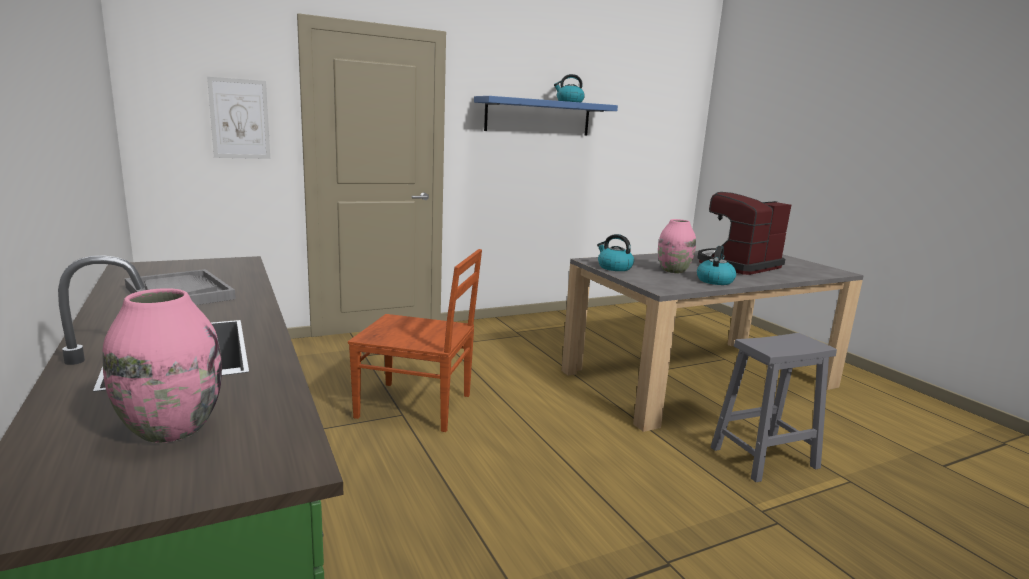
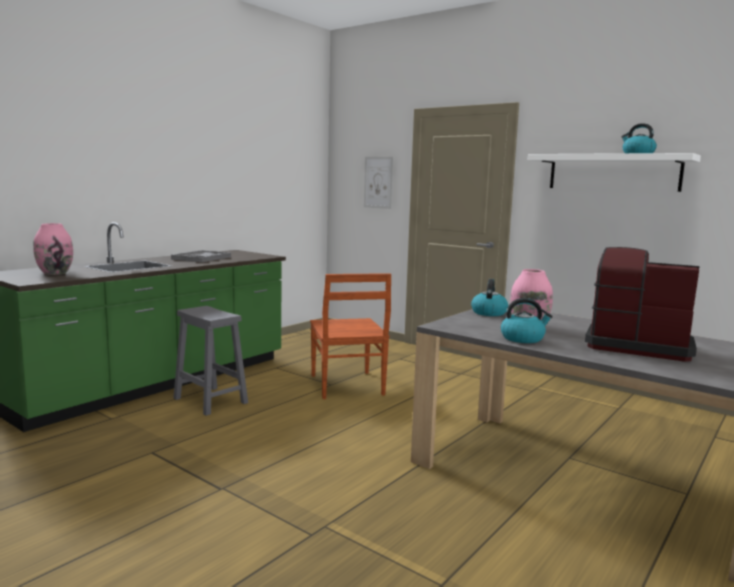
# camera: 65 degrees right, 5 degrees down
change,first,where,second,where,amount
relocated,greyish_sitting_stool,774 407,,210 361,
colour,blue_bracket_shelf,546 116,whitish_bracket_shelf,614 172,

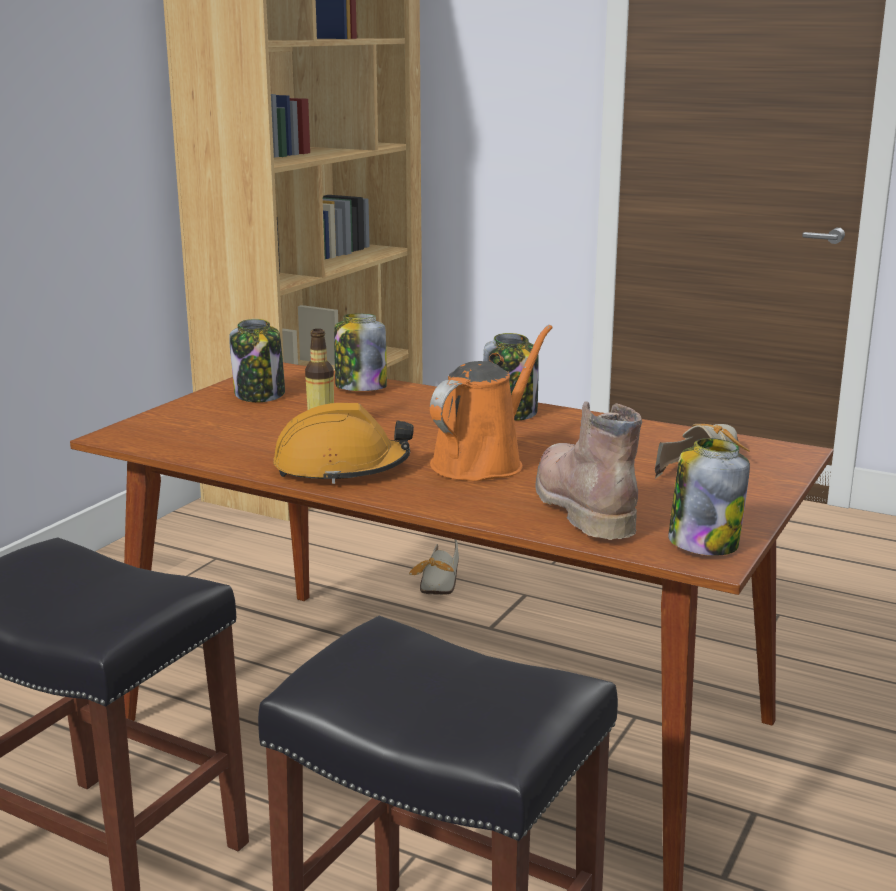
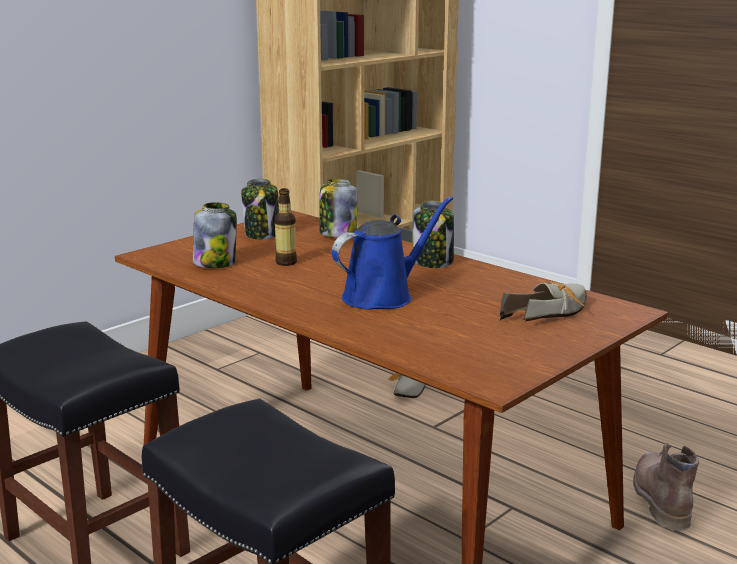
# camera: 15 degrees right, 0 degrees up
change,first,where,second,where,amount
relocated,storage_jar,709 497,,215 235,
colour,orange_watering_can,491 403,blue_watering_can,392 253,
relocated,brown_tall_boot,589 470,,666 487,
missing,orange_work_helmet,343 443,,,

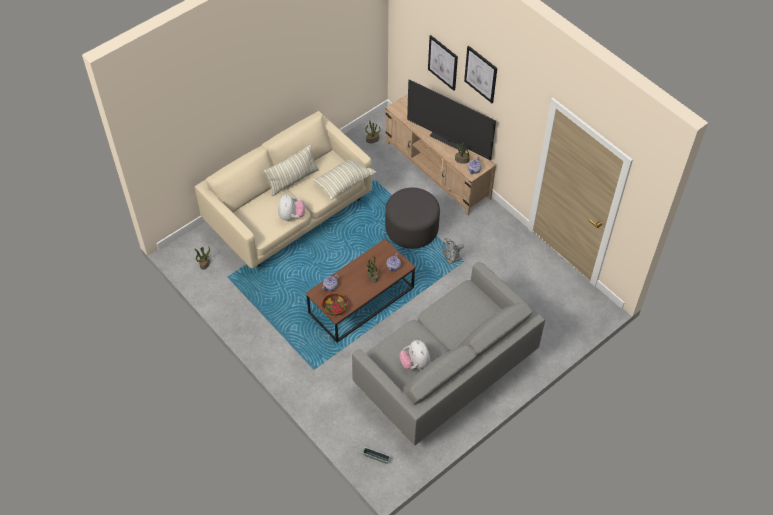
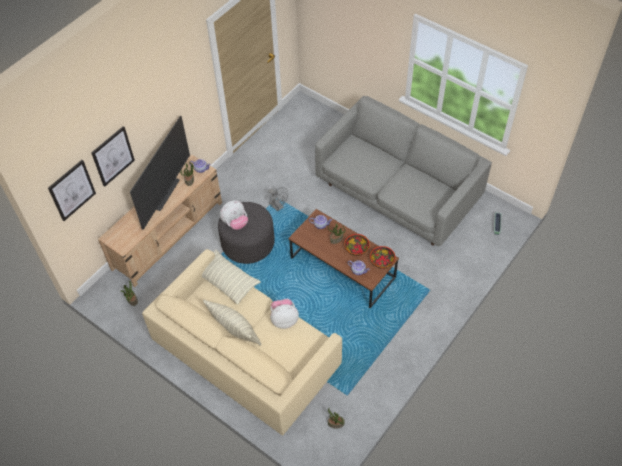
# camera: 100 degrees left, 0 degrees up
change,first,where,second,where,amount
relocated,wall_art,480 74,,72 190,
relocated,soft_toy,414 354,,234 215,
appeared,,,serving_bowl,357 245,

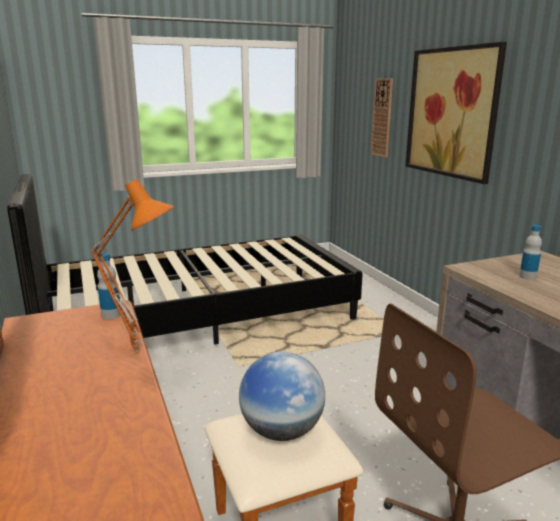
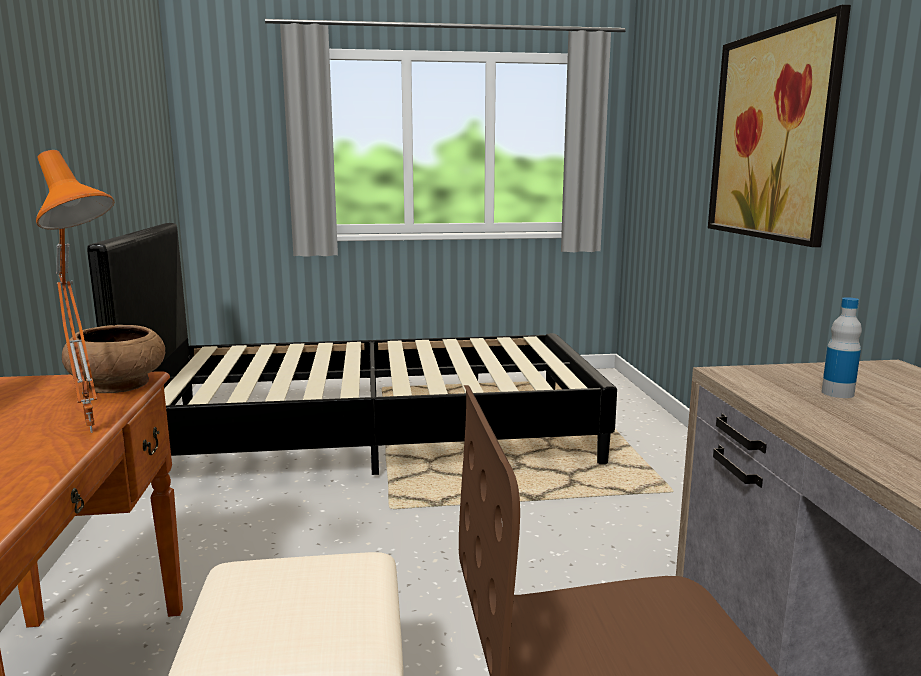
# camera: 15 degrees right, 5 degrees down
change,first,where,second,where,amount
exchanged,bottle,109 286,brown_serving_bowl,113 359,
missing,desk_globe,282 396,,,
missing,hanging_clock,382 118,,,

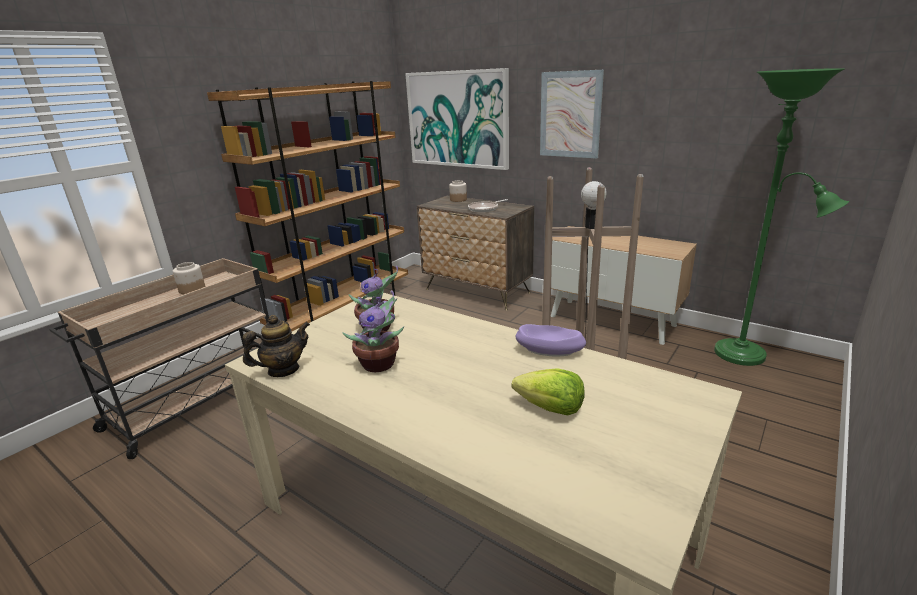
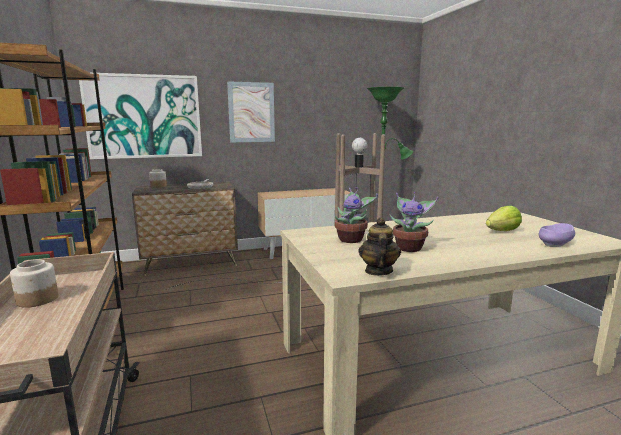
# camera: 55 degrees left, 10 degrees down
change,first,where,second,where,amount
relocated,purple_serving_bowl,551 340,,557 235,

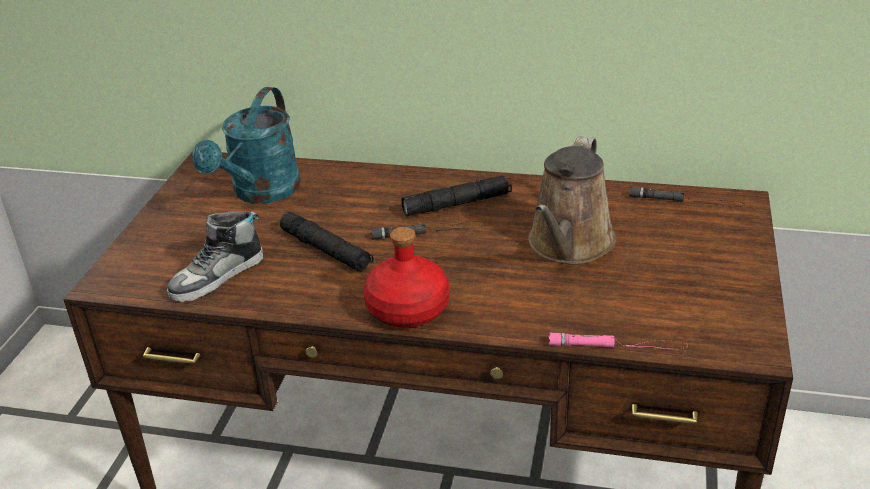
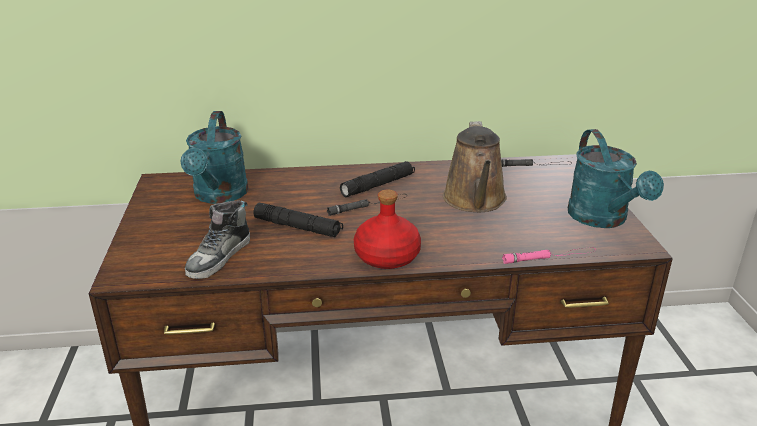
# camera: 20 degrees left, 5 degrees down
change,first,where,second,where,amount
appeared,,,turquoise-coloured_watering_can,616 178,

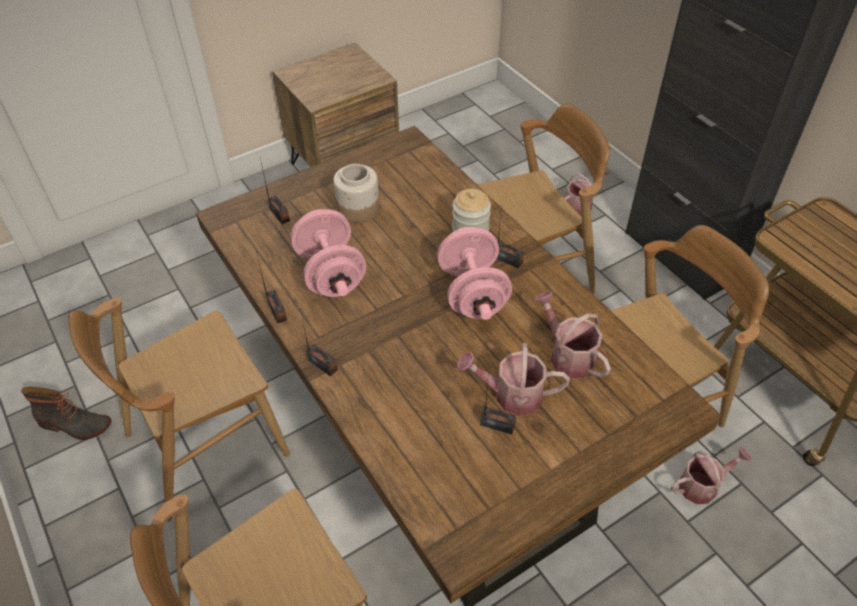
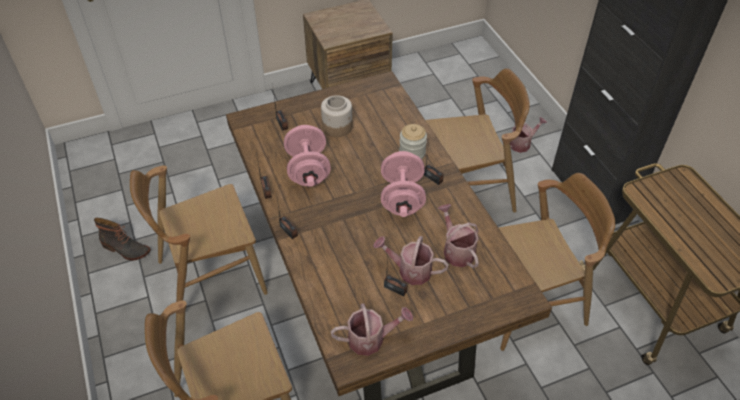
# camera: 10 degrees right, 0 degrees up
change,first,where,second,where,amount
relocated,watering_can,711 475,,372 329,

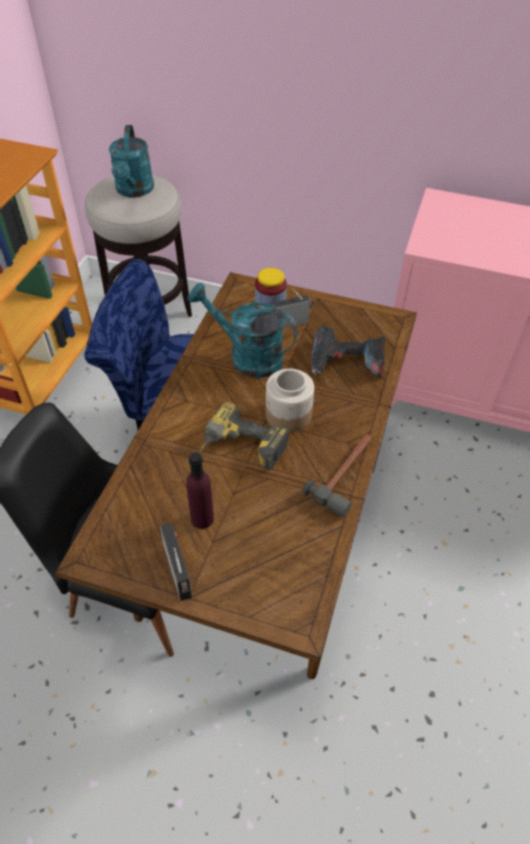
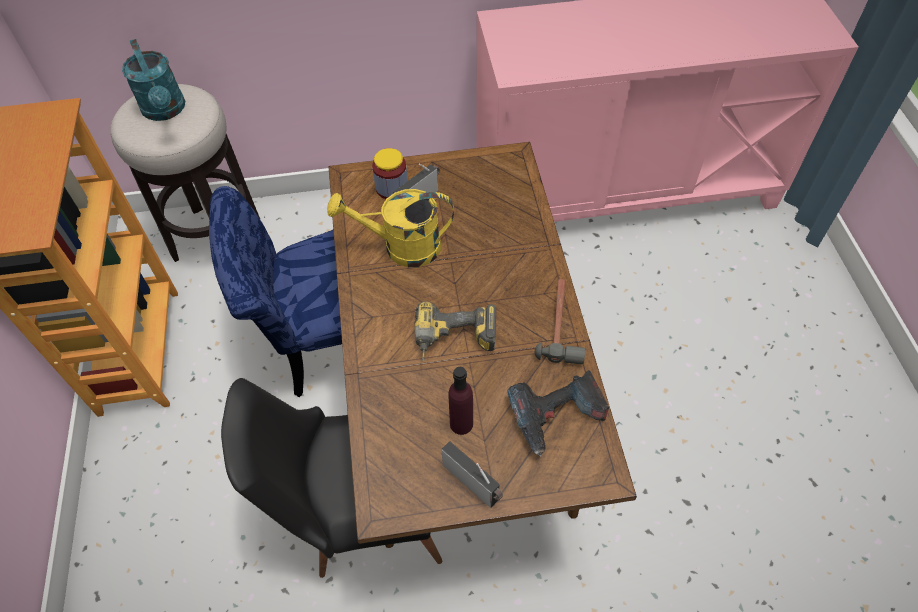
# camera: 25 degrees left, 5 degrees up
change,first,where,second,where,amount
colour,turquoise-coloured_watering_can,243 330,yellowish_watering_can,390 228,
relocated,drill,348 352,,558 413,
missing,storage_jar,290 401,,,

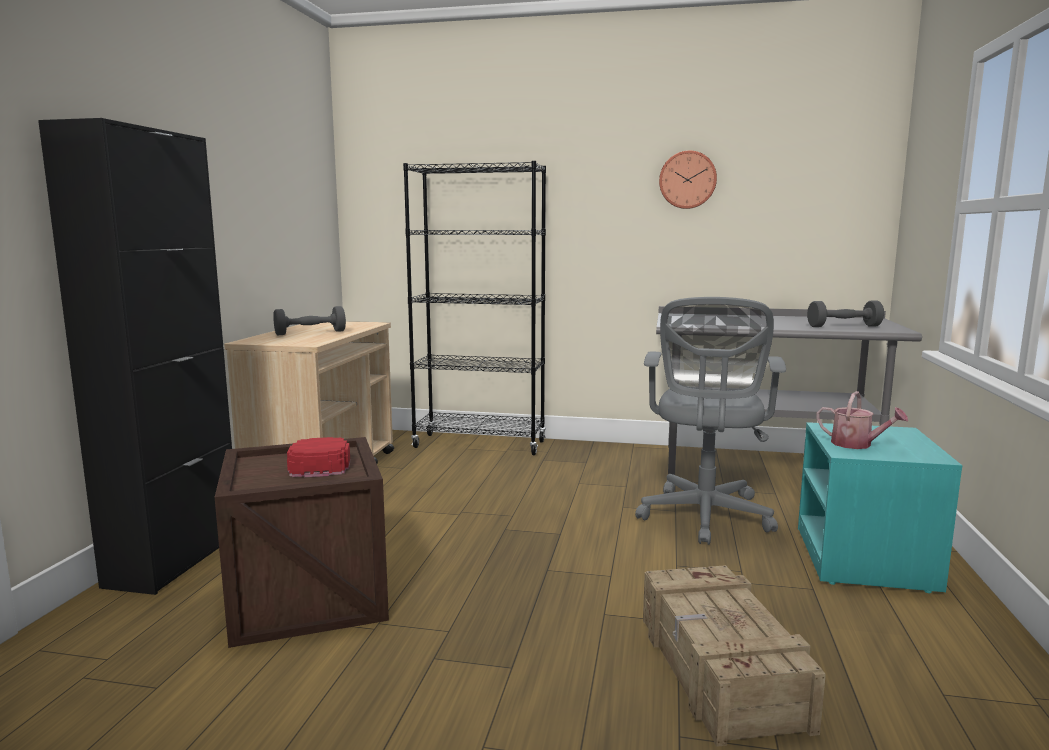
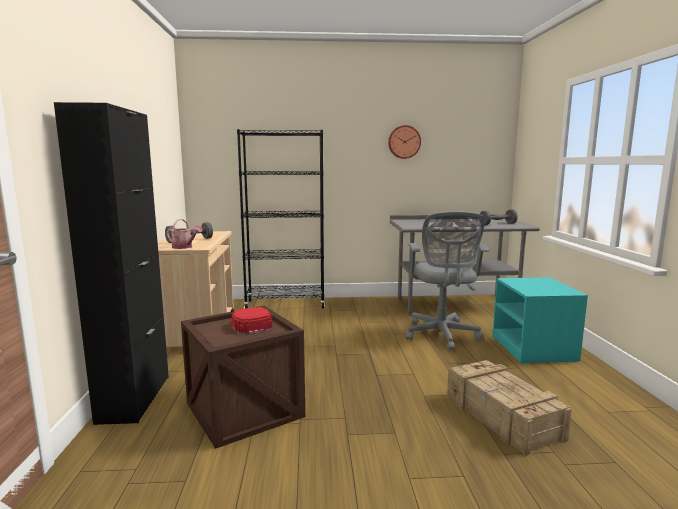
# camera: 15 degrees left, 0 degrees up
change,first,where,second,where,amount
relocated,watering_can,862 420,,185 234,

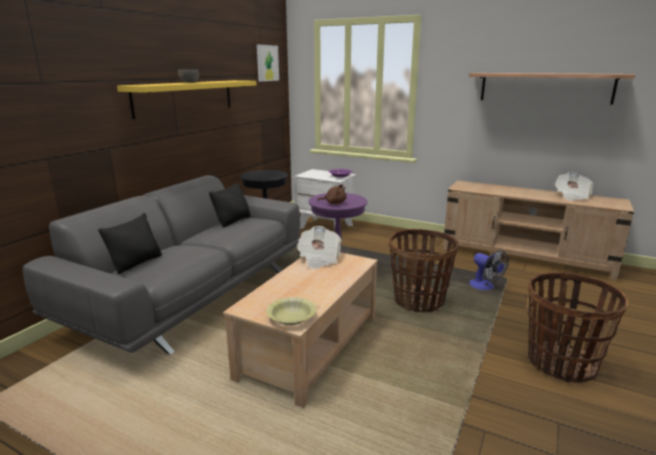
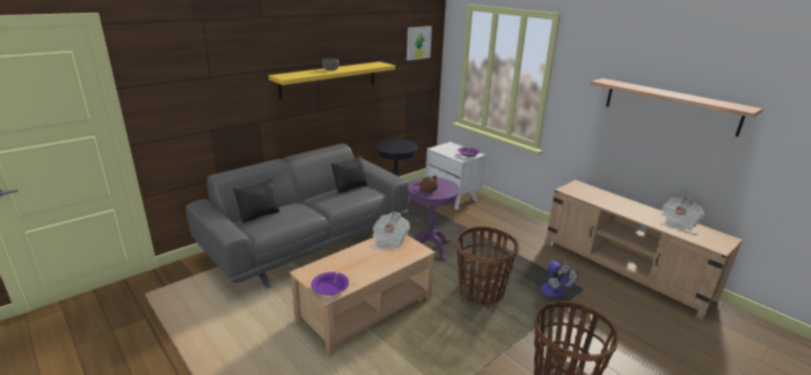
# camera: 20 degrees right, 5 degrees up
change,first,where,second,where,amount
colour,yellowish_serving_bowl,291 311,purple_serving_bowl,330 284,

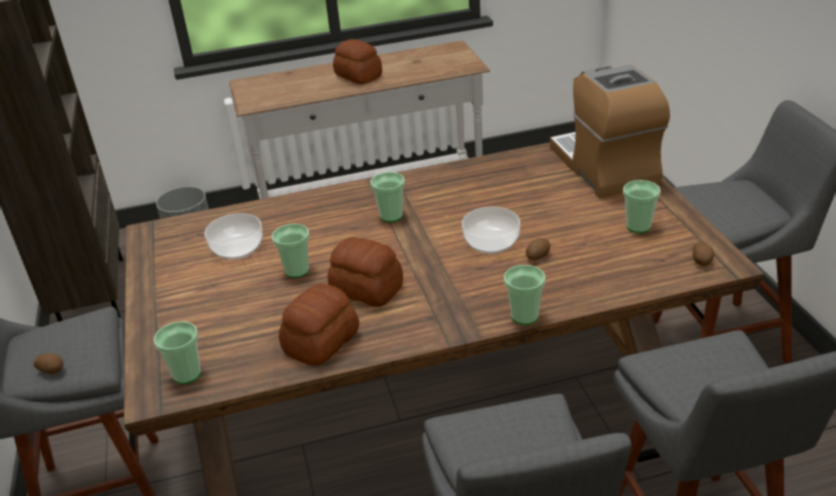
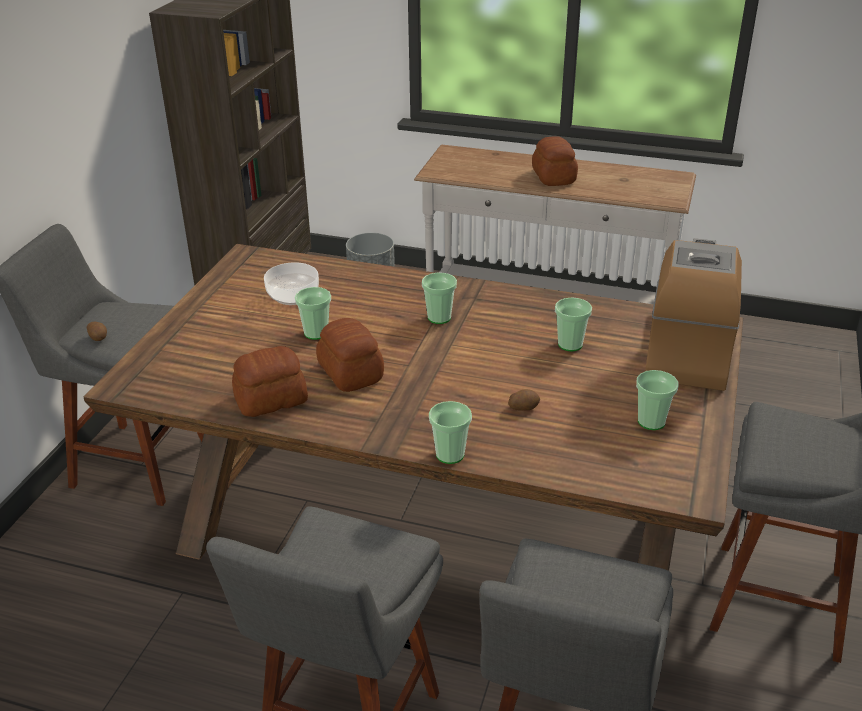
# camera: 30 degrees right, 0 degrees up
change,first,where,second,where,amount
relocated,cup,177 353,,573 324,
missing,serving_bowl,491 230,,,
missing,spud,703 254,,,

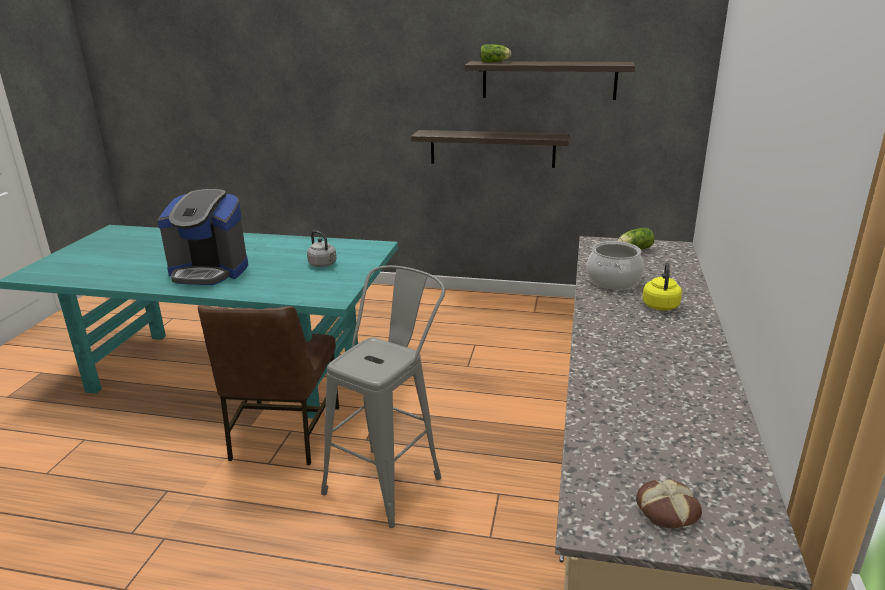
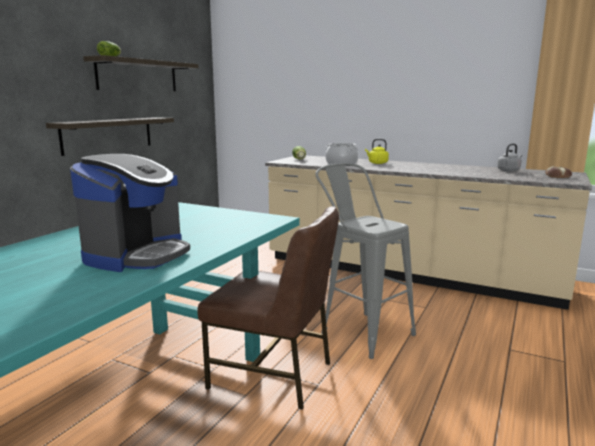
# camera: 75 degrees left, 10 degrees down
change,first,where,second,where,amount
relocated,greyish_kettle,321 248,,509 158,

